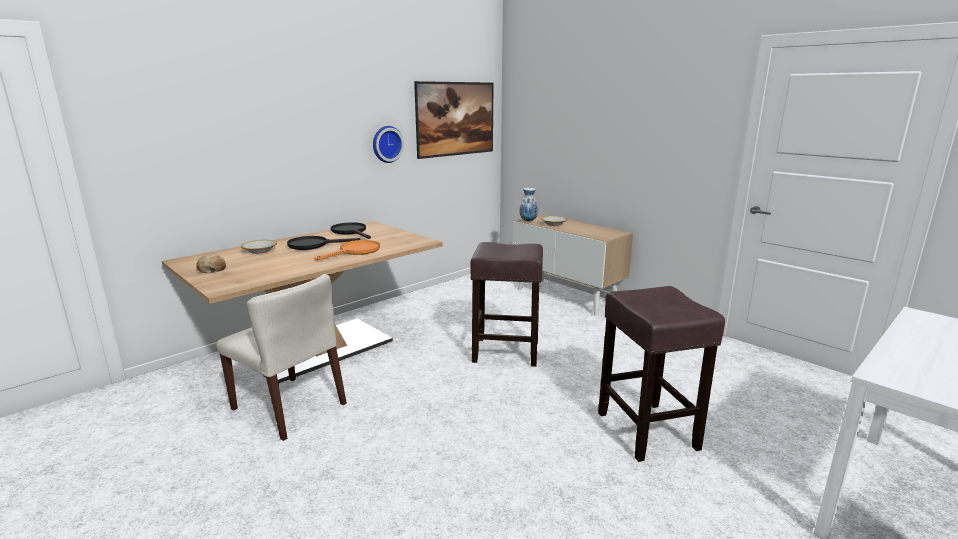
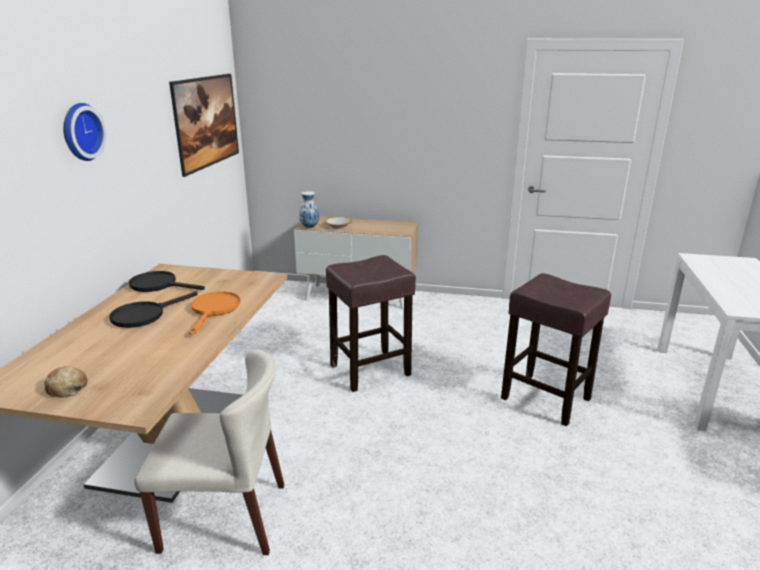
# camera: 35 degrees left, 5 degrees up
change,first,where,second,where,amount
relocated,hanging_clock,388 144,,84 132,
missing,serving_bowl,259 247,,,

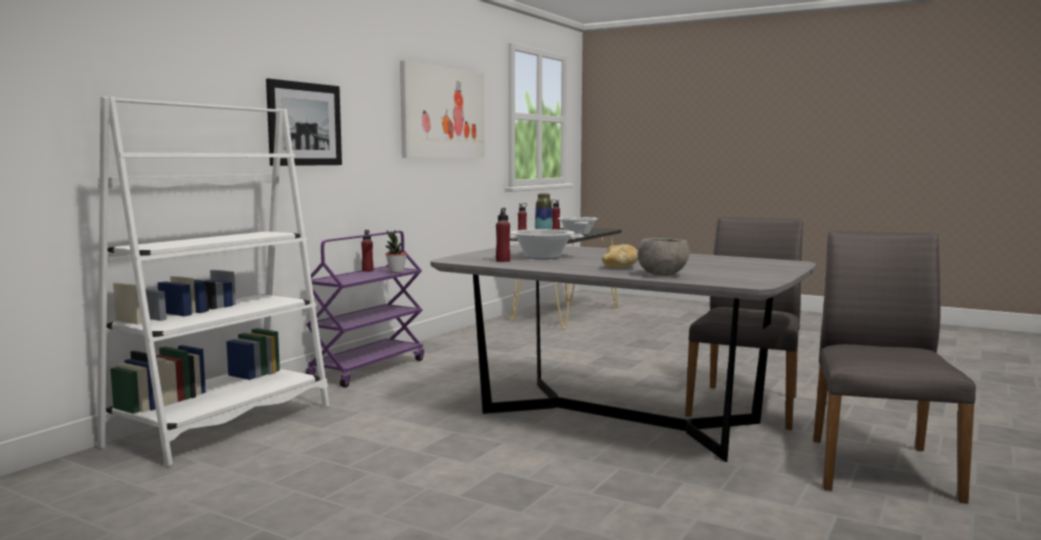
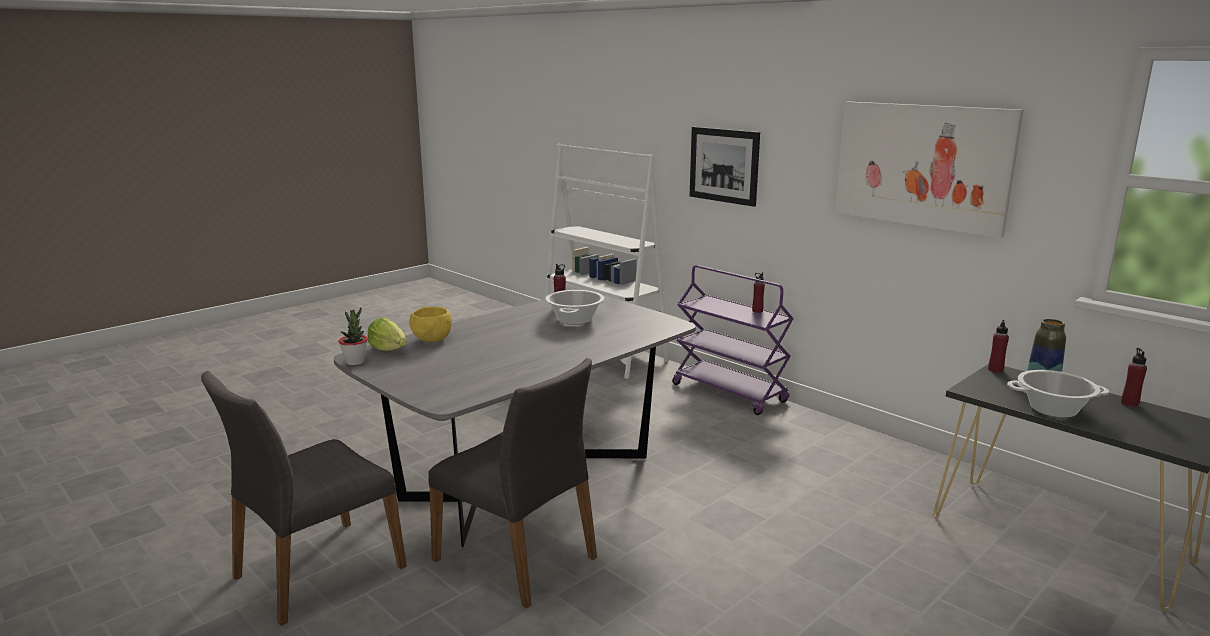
# camera: 105 degrees right, 10 degrees up
change,first,where,second,where,amount
spun,greyish_upright_chair,894 367,,304 498,105 degrees clockwise
relocated,potted_plant,396 251,,353 336,
appeared,,,lettuce,387 334,
colour,greyish_serving_bowl,664 257,yellowish_serving_bowl,430 324,
missing,bread,619 256,,,

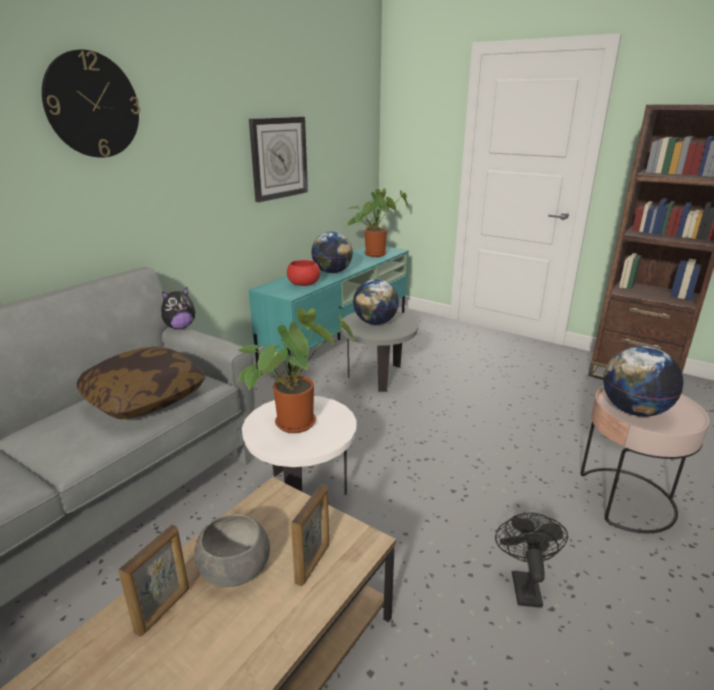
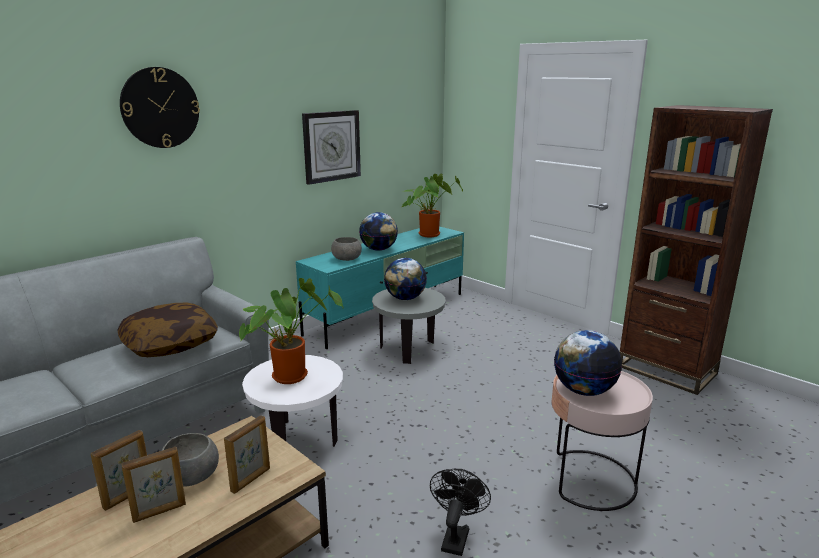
# camera: 10 degrees right, 5 degrees down
change,first,where,second,where,amount
appeared,,,standing_frame,153 485,
colour,reddish_serving_bowl,303 273,greyish_serving_bowl,346 249,
missing,soft_toy,178 308,,,

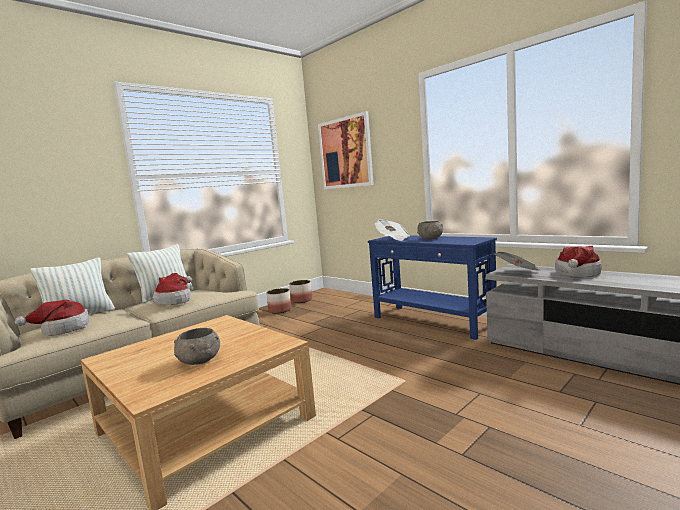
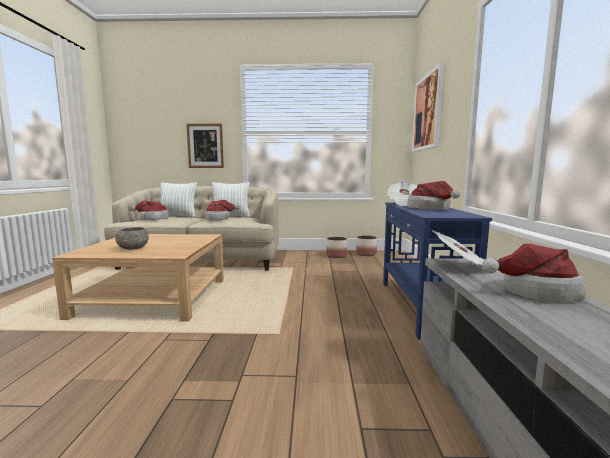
# camera: 45 degrees right, 0 degrees up
change,first,where,second,where,amount
appeared,,,wall_art,205 146,
exchanged,greyish_serving_bowl,430 230,clothing_hat,433 195,

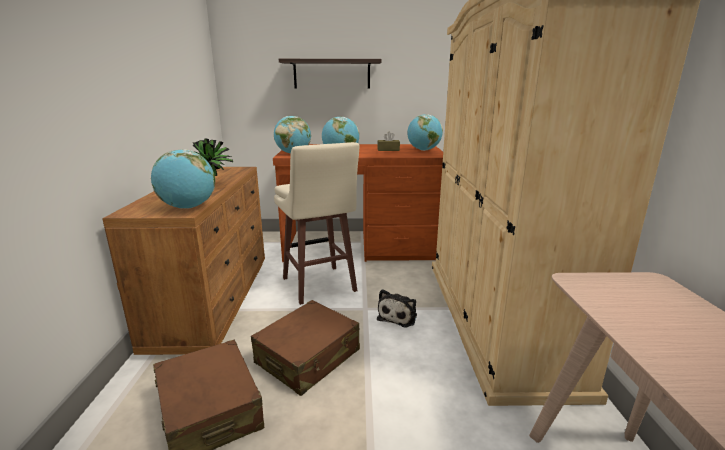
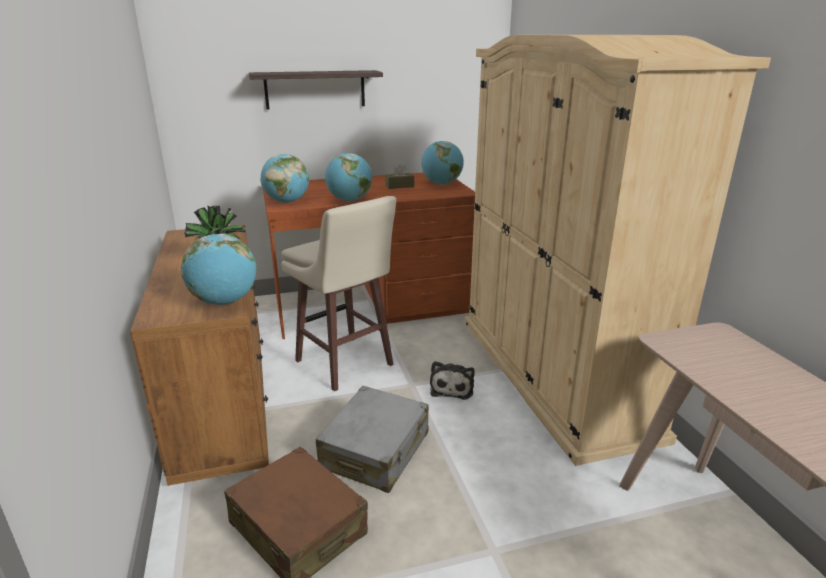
# camera: 15 degrees left, 5 degrees up
change,first,where,second,where,amount
colour,brown_suitcase,305 348,greyish_suitcase,372 439,

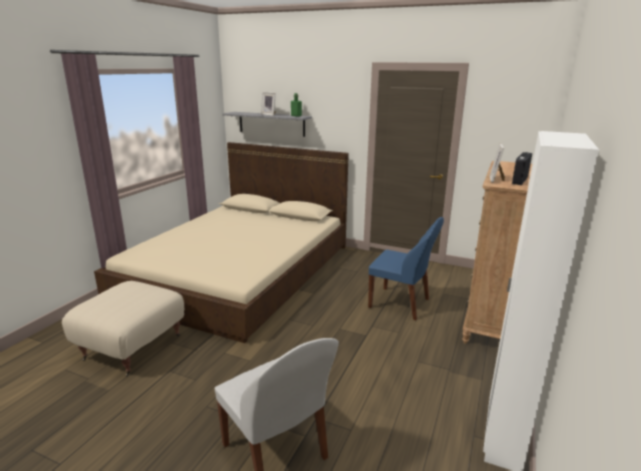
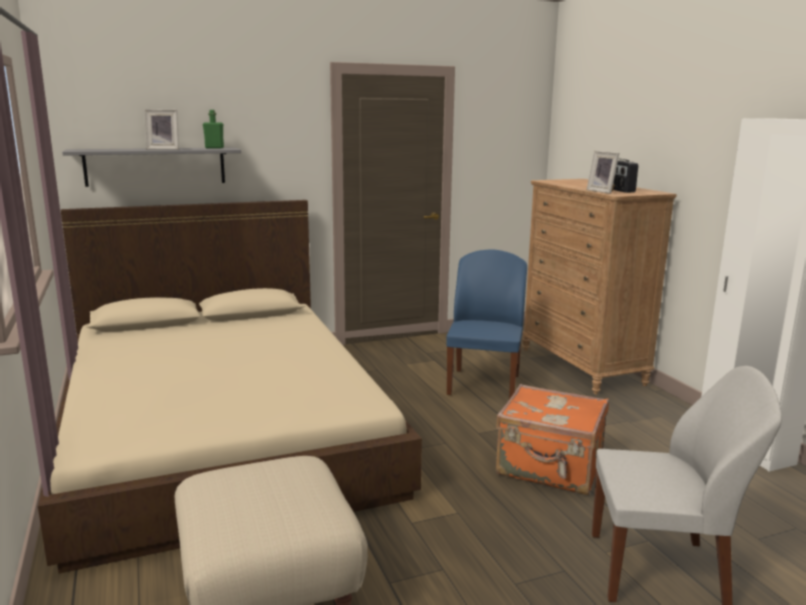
# camera: 45 degrees left, 5 degrees down
change,first,where,second,where,amount
spun,blue_upright_chair,406 268,,486 324,60 degrees counterclockwise
appeared,,,orange_suitcase,552 439,

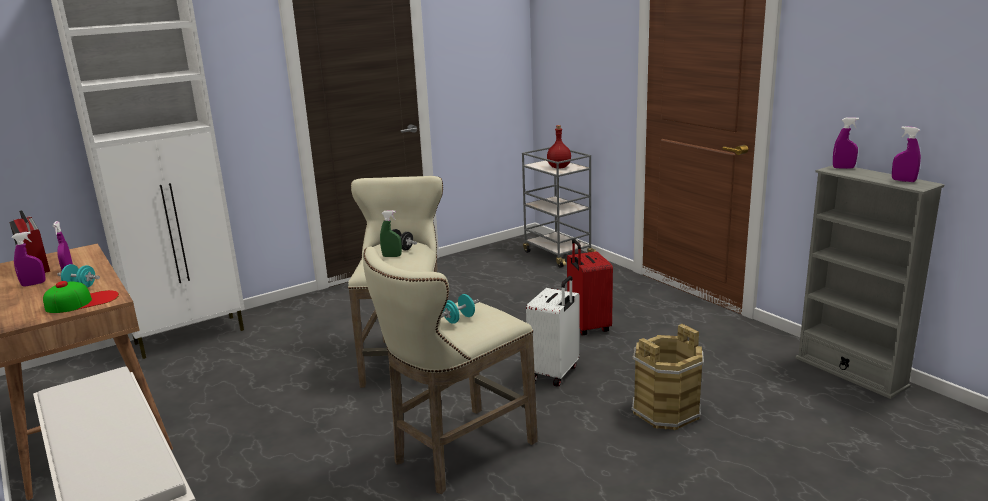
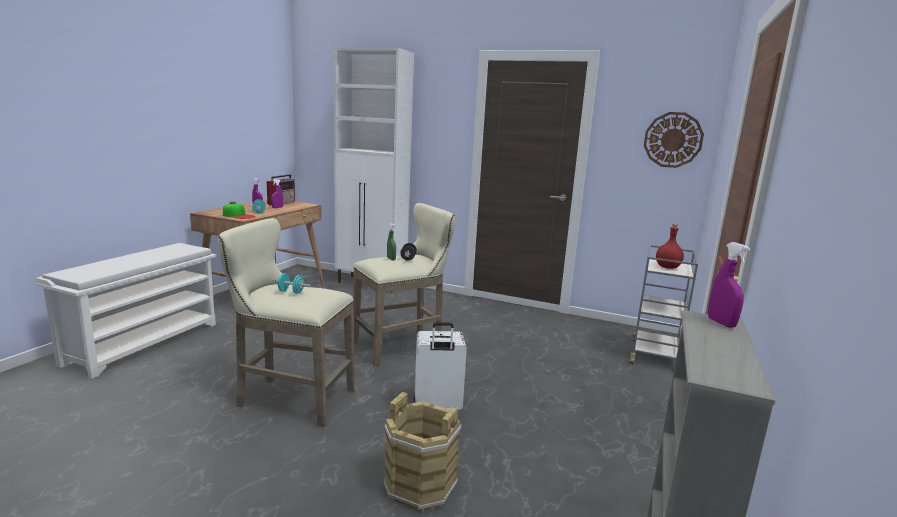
# camera: 55 degrees right, 5 degrees down
change,first,where,second,where,amount
appeared,,,hanging_clock,674 140,
missing,reddish_suitcase,590 287,,,
missing,purple_sprayer,906 154,,,

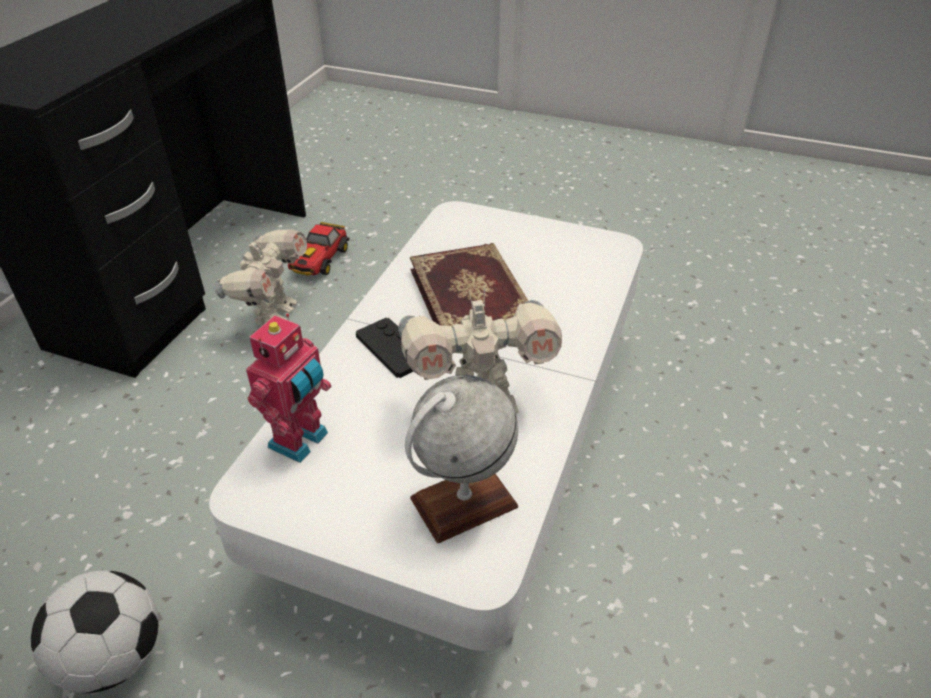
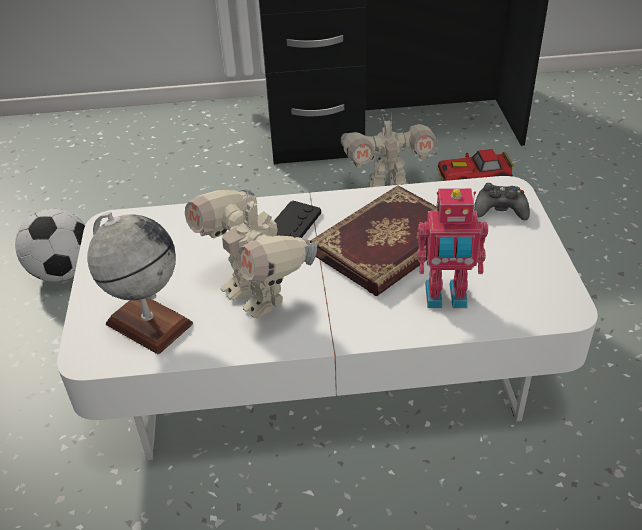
# camera: 65 degrees right, 0 degrees up
change,first,where,second,where,amount
relocated,toy_robot,288 388,,452 248,
appeared,,,black-coloured_gamepad,502 201,

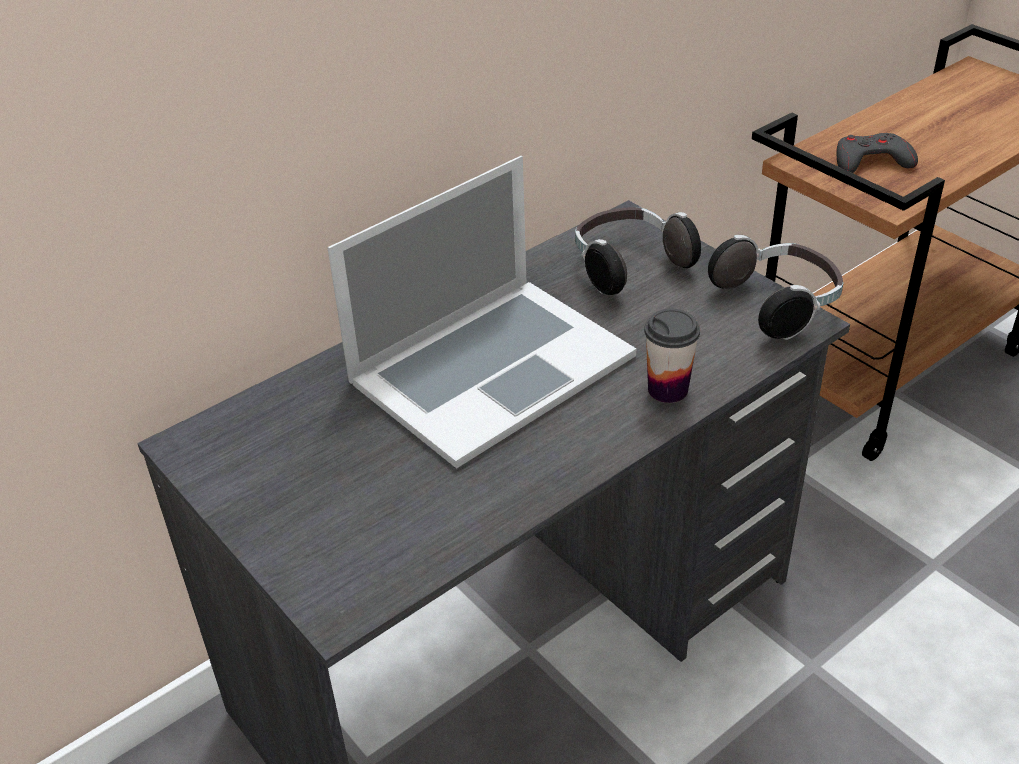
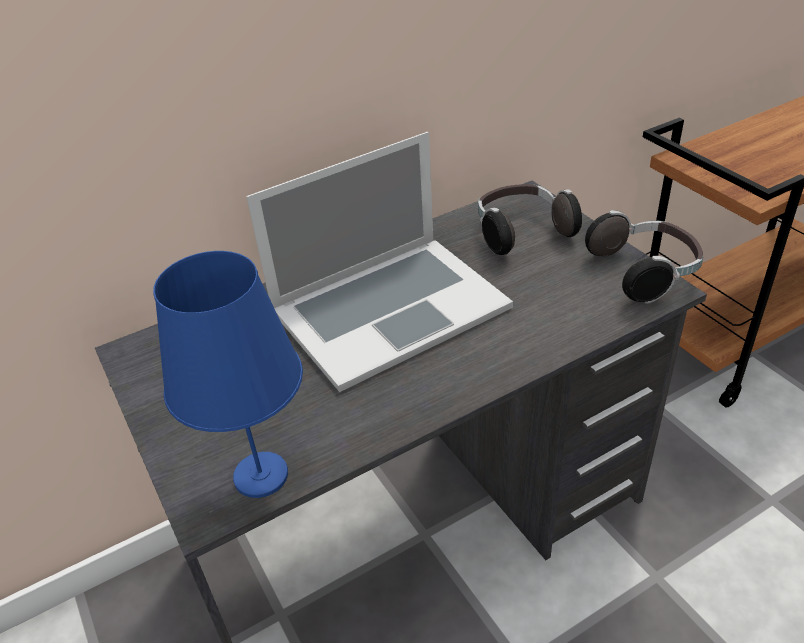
# camera: 10 degrees right, 0 degrees up
change,first,where,second,where,amount
appeared,,,blue_tabletop_lamp,228 374,
missing,cup,672 356,,,
missing,greyish_gamepad,877 153,,,

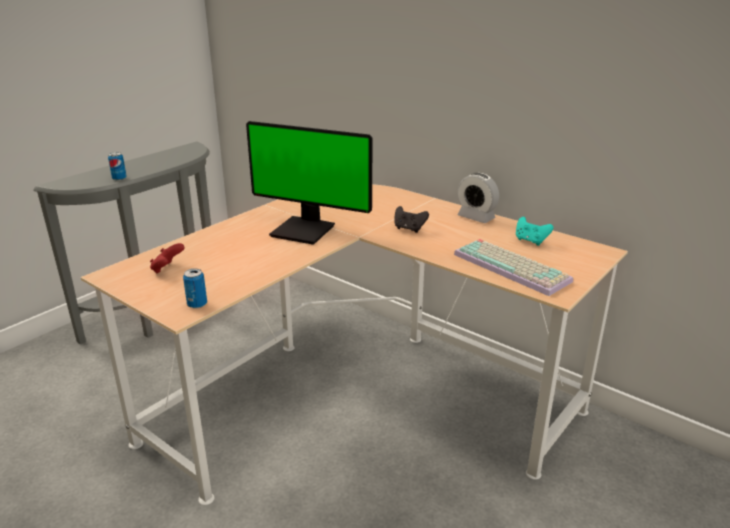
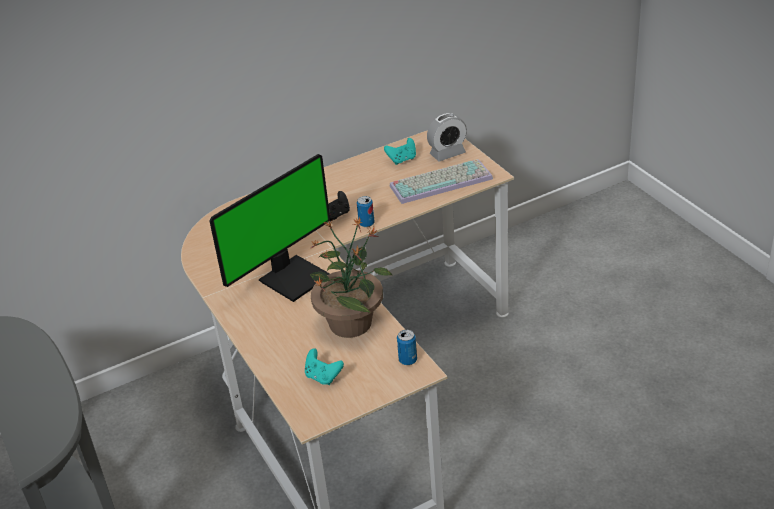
# camera: 65 degrees left, 10 degrees up
change,first,where,second,where,amount
colour,reddish_gamepad,167 258,turquoise-coloured_gamepad,324 366,
appeared,,,potted_plant,351 277,
relocated,can,117 166,,365 211,
relocated,bedside_clock,478 198,,447 137,

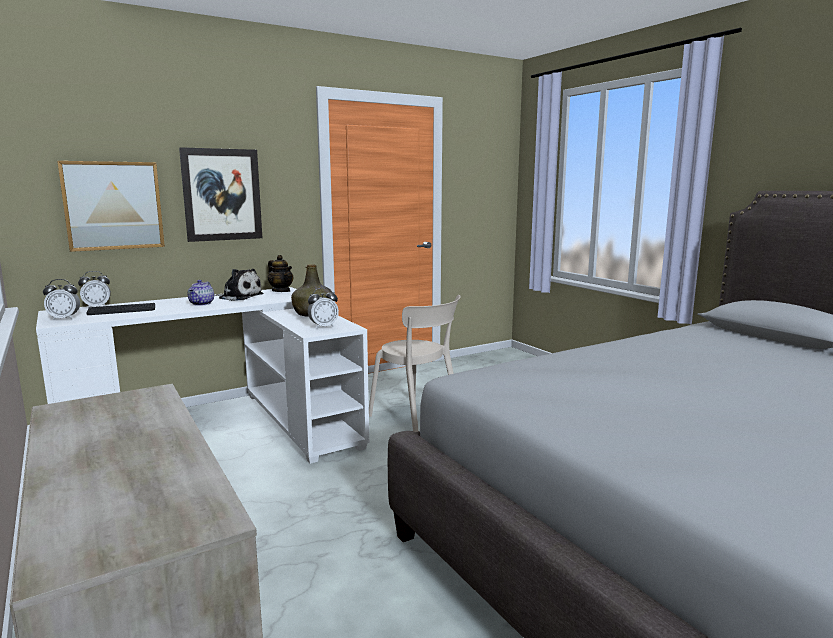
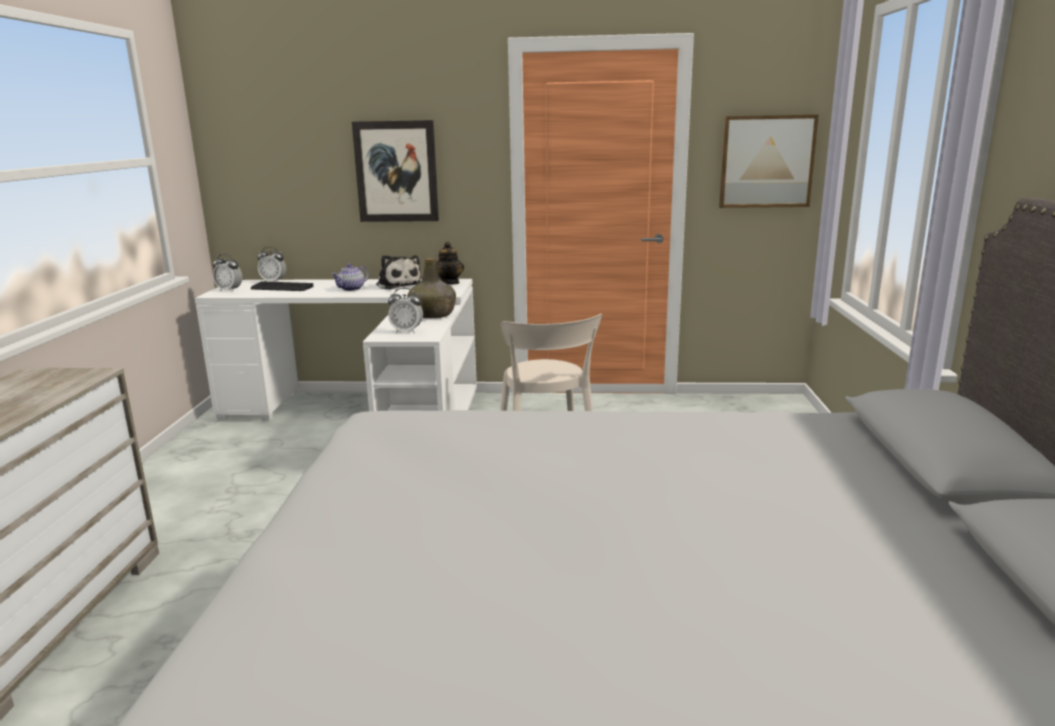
# camera: 35 degrees right, 5 degrees up
change,first,where,second,where,amount
relocated,wall_art,111 206,,769 161,

